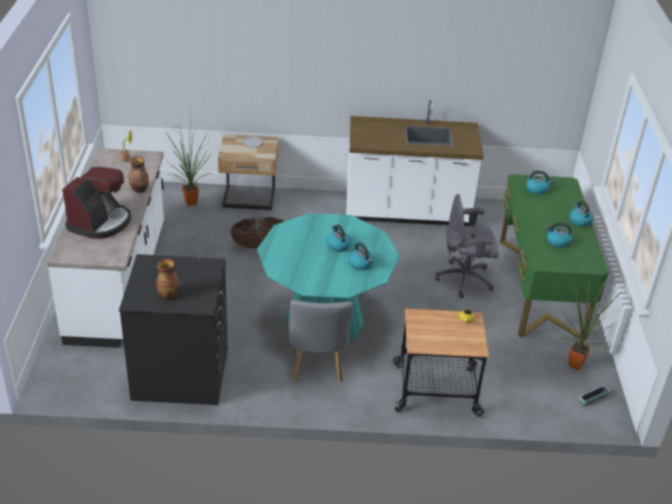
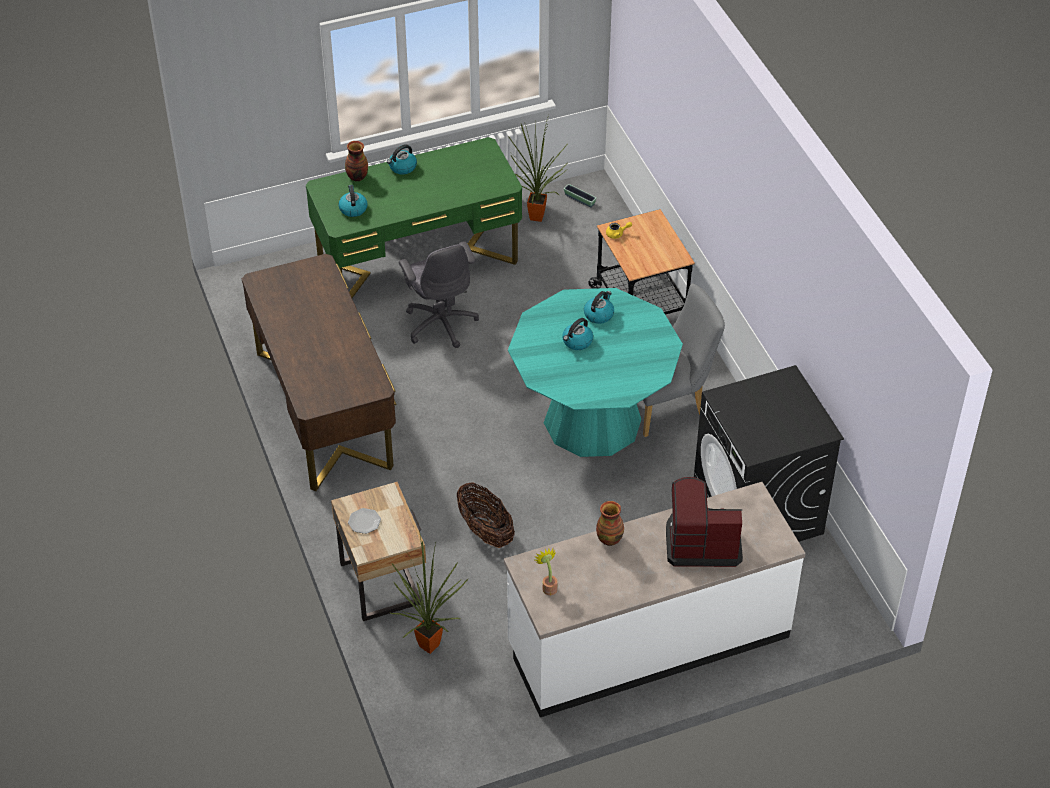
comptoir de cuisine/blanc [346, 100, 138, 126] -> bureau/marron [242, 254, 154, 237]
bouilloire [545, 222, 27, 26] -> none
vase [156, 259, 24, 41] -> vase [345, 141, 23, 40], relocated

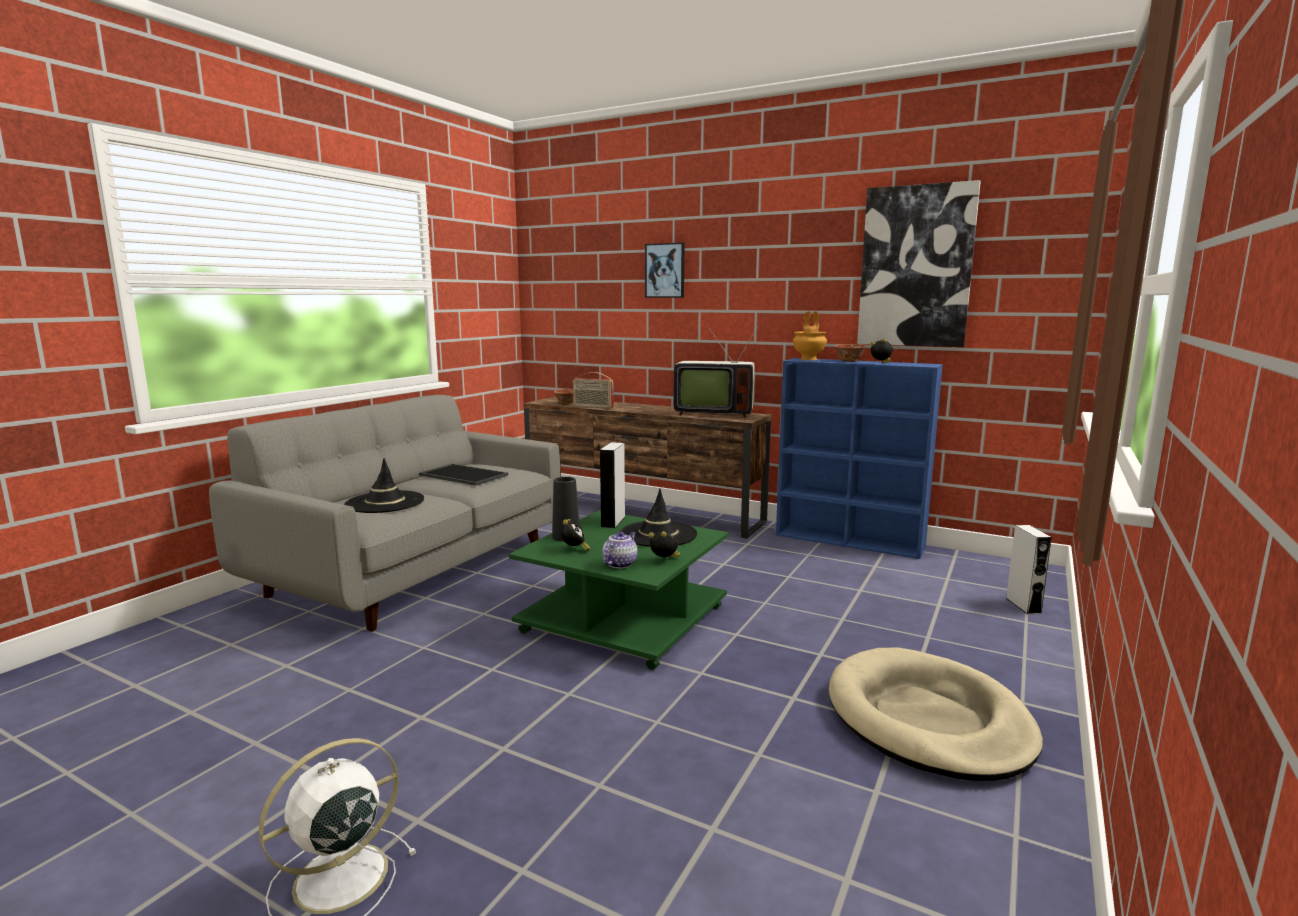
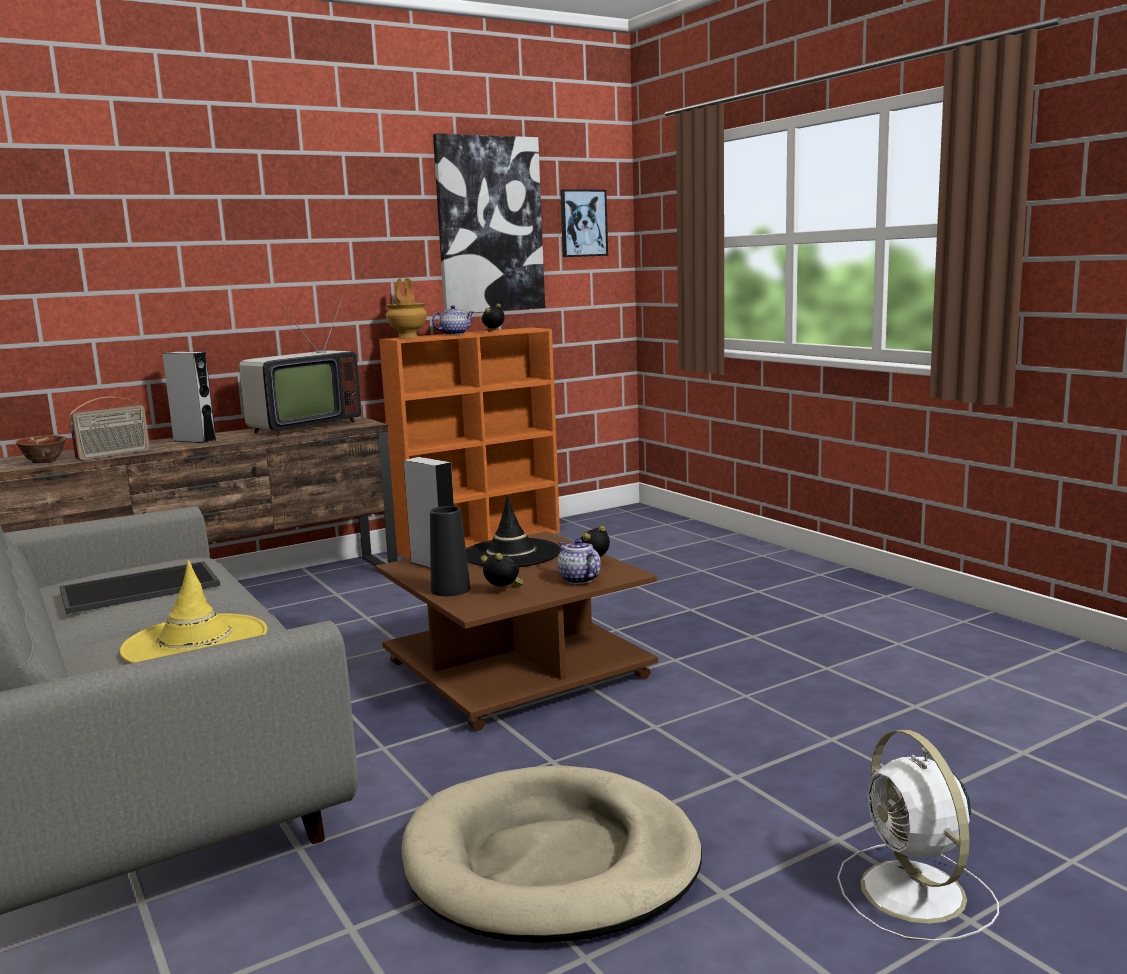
tableau [645, 242, 40, 56] -> tableau [560, 189, 48, 68], relocated
bol [834, 344, 33, 18] -> théière [432, 305, 41, 30]
bibliothèque/bleu [776, 358, 167, 201] -> bibliothèque/orange [379, 327, 181, 232]
chapeau/noir [344, 458, 80, 55] -> chapeau/jaune [120, 559, 147, 104]
table basse/vert [509, 511, 220, 159] -> table basse/marron [376, 531, 282, 200]
enceinte/gris [1006, 525, 46, 89] -> enceinte/gris [162, 352, 54, 91], relocated
panier pour chien/beige [829, 647, 214, 134] -> panier pour chien/beige [401, 765, 301, 178], relocated

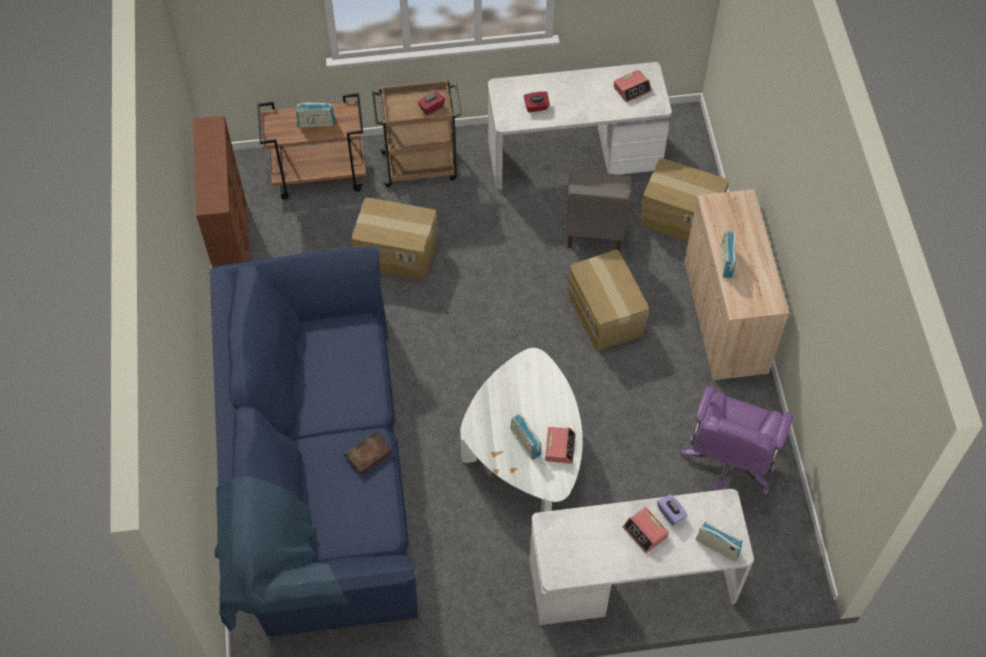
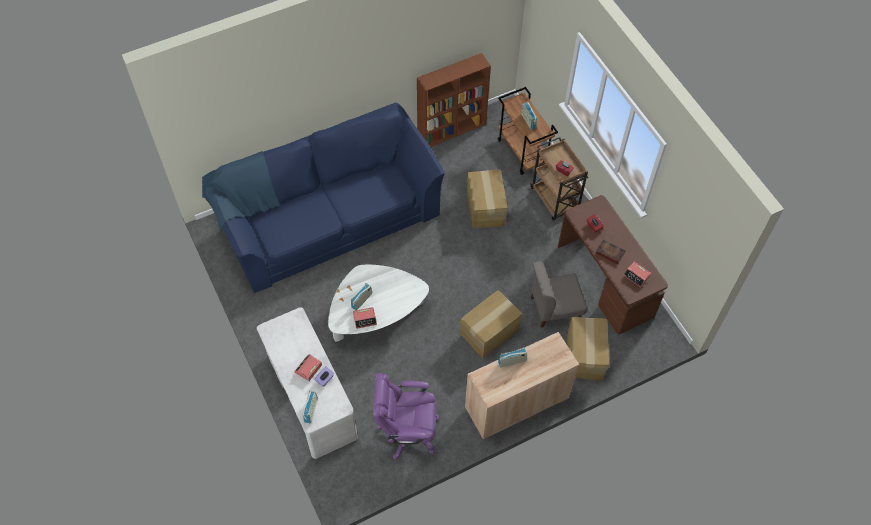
bureau/blanc [488, 62, 184, 128] -> bureau/marron [558, 195, 110, 140]
livre [344, 431, 49, 44] -> livre [596, 240, 30, 24], relocated

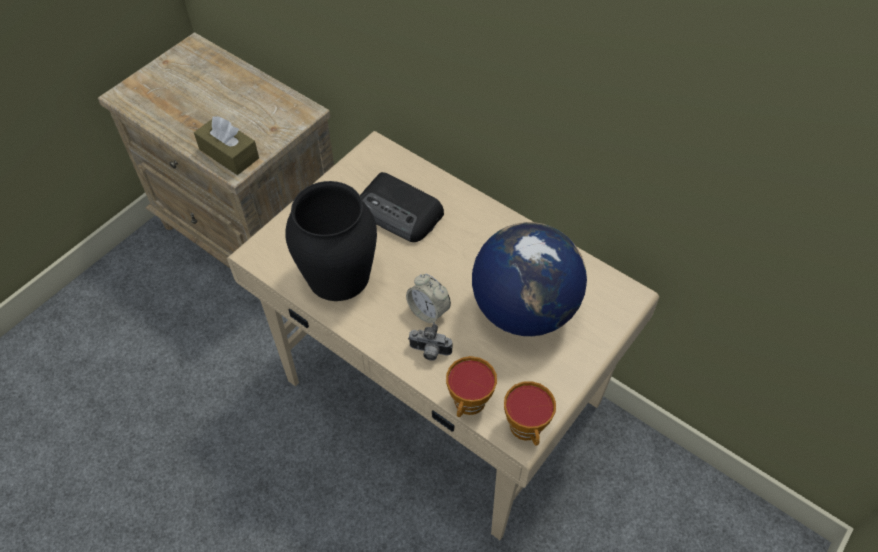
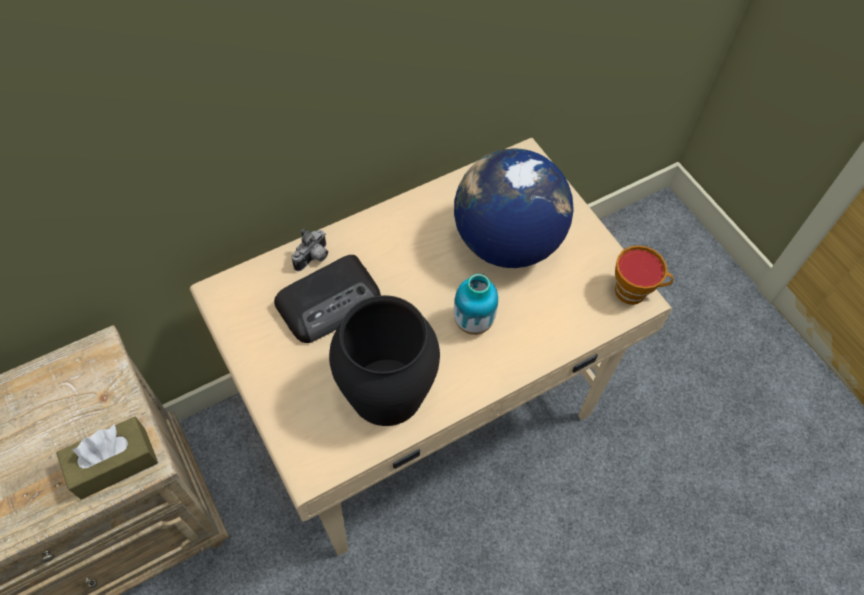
réveil [406, 274, 45, 50] -> vase [454, 274, 44, 61]
appareil photo [408, 324, 44, 37] -> appareil photo [291, 229, 37, 42], relocated
tasse [446, 356, 51, 61] -> none

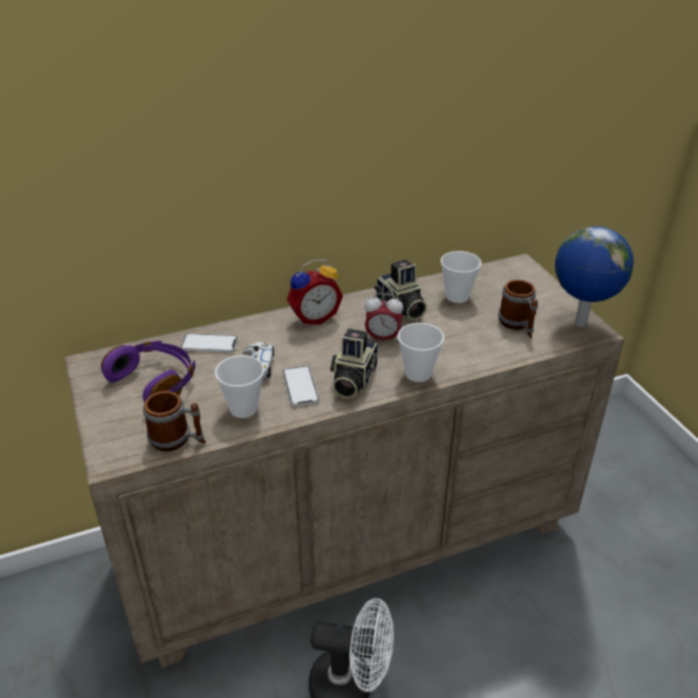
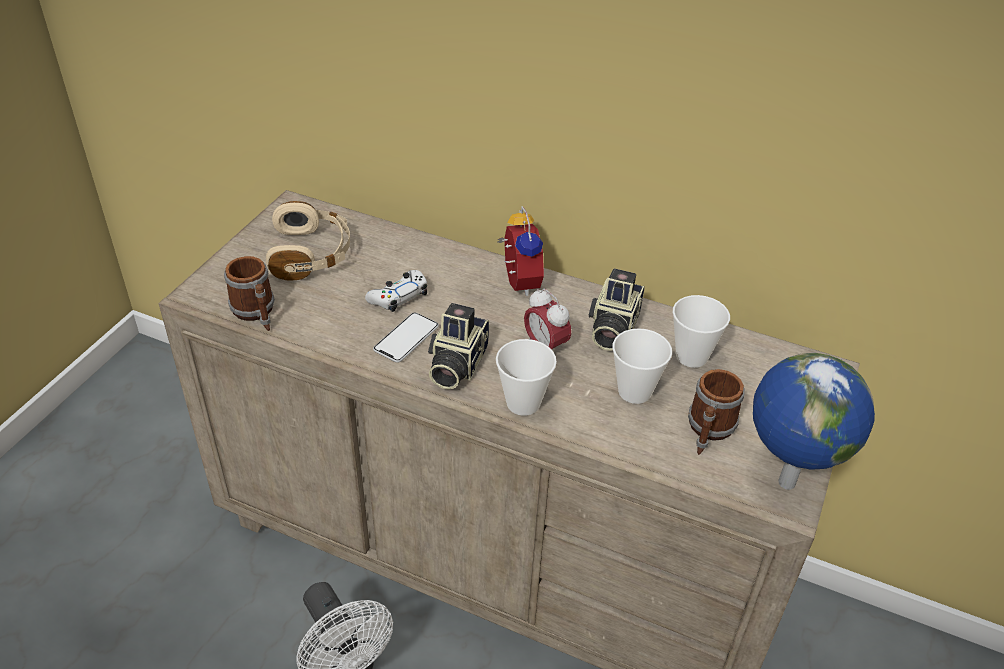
réveil [287, 259, 56, 66] -> réveil [497, 206, 47, 90], 120 degrees counterclockwise
appareil photo [330, 329, 48, 70] -> appareil photo [428, 303, 61, 86], 45 degrees counterclockwise
téléphone [180, 334, 58, 19] -> none
casque audio/violet [101, 341, 95, 62] -> casque audio/beige [266, 201, 84, 80]
tasse [215, 355, 49, 63] -> tasse [612, 328, 60, 76], relocated

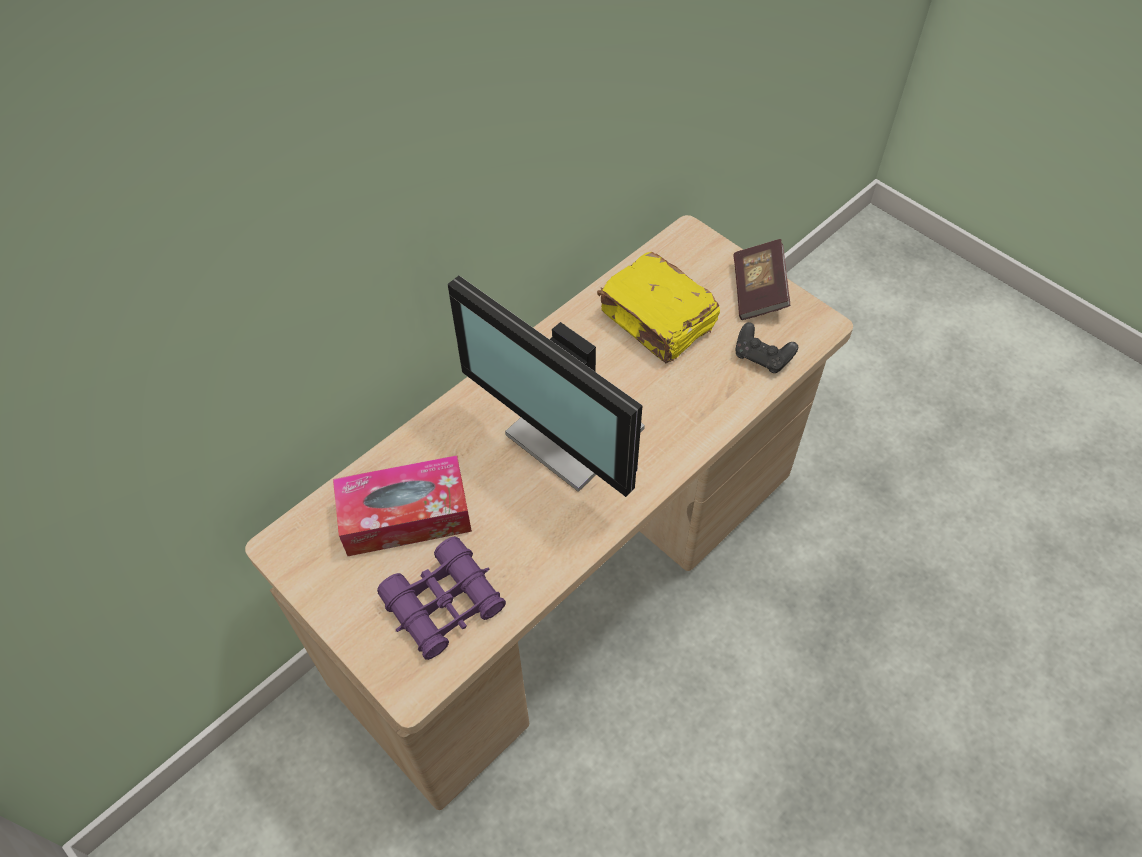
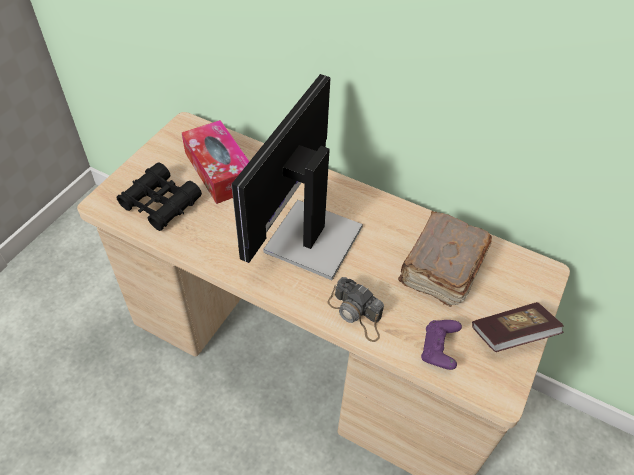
livre/jaune [597, 252, 123, 111] -> livre/marron [398, 211, 94, 96]
manette/noir [736, 322, 62, 51] -> manette/violet [421, 320, 41, 50]
jumelles/violet [377, 536, 129, 124] -> jumelles/noir [117, 162, 85, 69]
none -> appareil photo [327, 277, 57, 65]

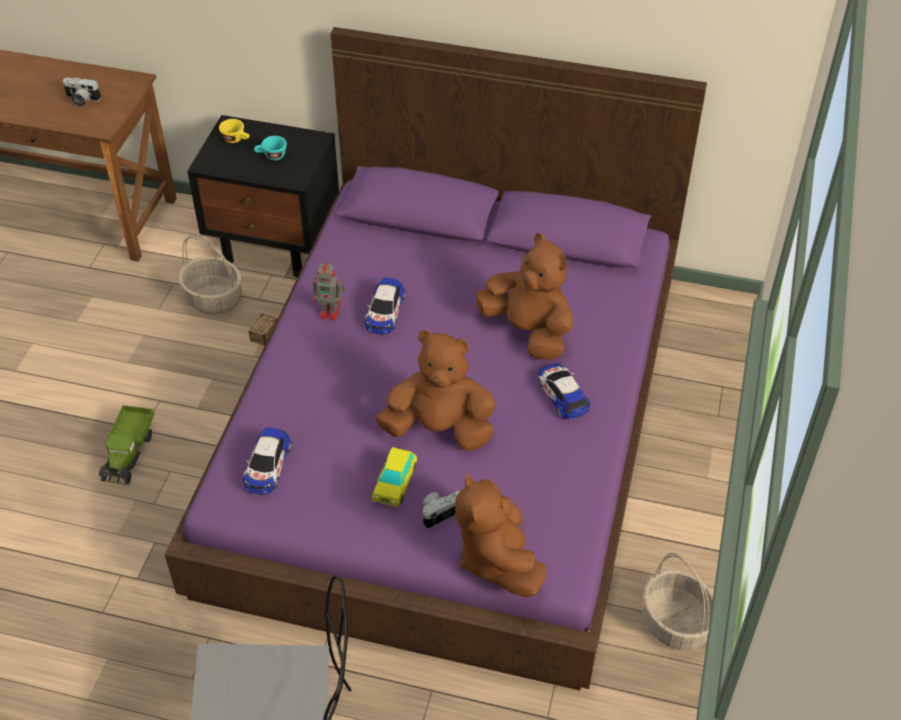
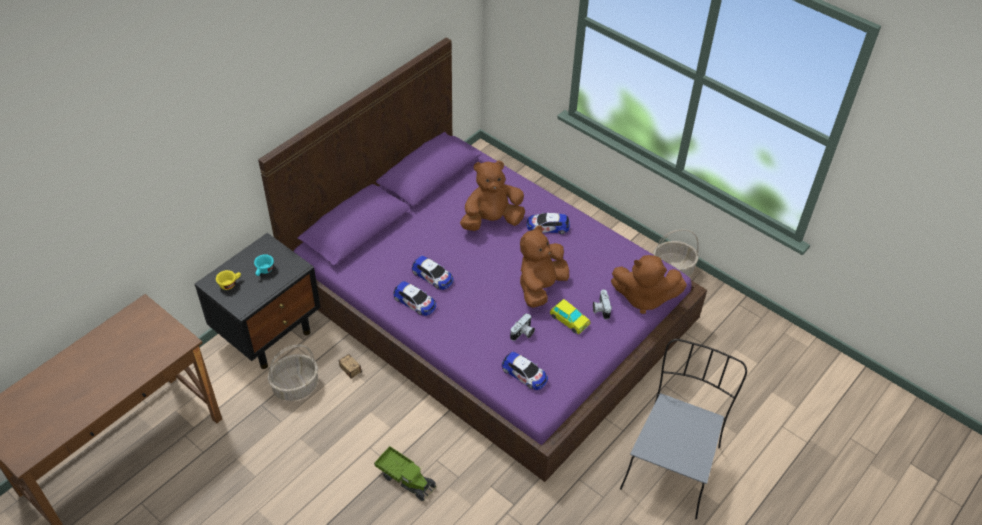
appareil photo [63, 78, 38, 29] -> appareil photo [510, 314, 25, 27], relocated
robot jouet [312, 261, 33, 60] -> petite voiture [393, 281, 43, 35]

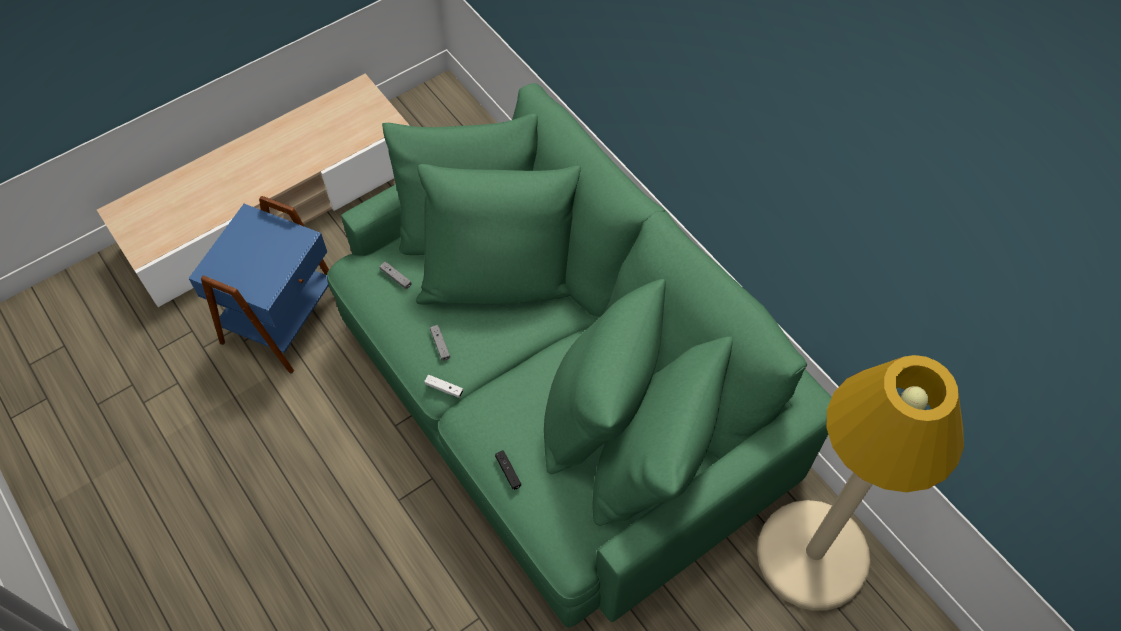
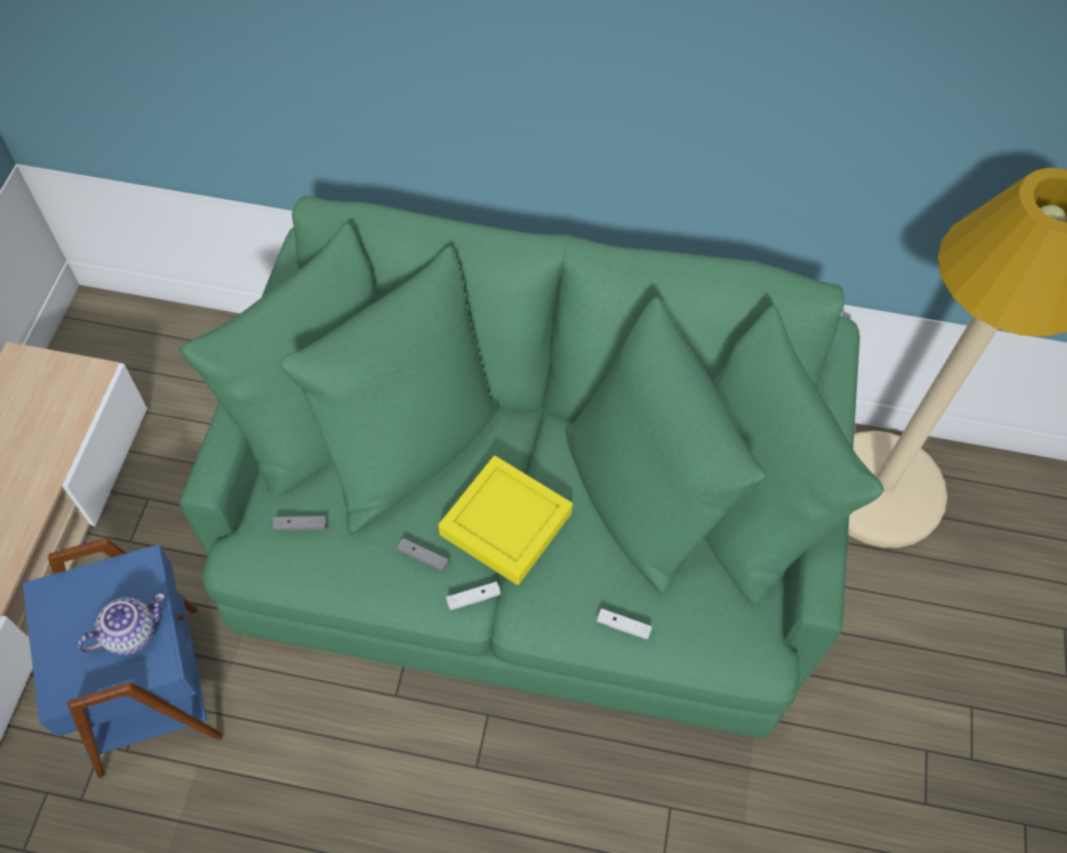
manette/noir [495, 450, 26, 40] -> manette/blanc [597, 608, 55, 32]
none -> plateau/jaune [438, 456, 135, 129]
none -> théière [77, 594, 88, 61]

